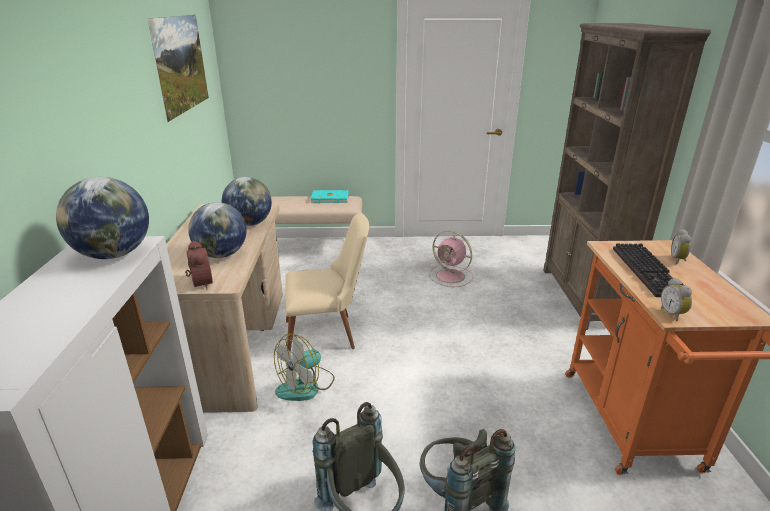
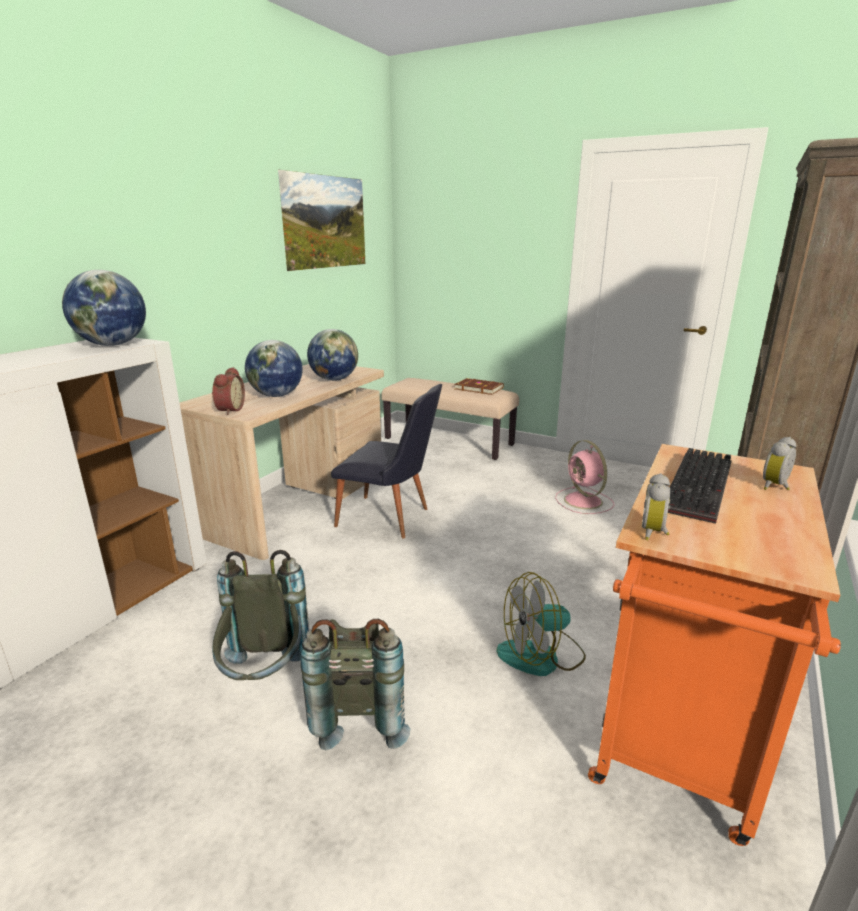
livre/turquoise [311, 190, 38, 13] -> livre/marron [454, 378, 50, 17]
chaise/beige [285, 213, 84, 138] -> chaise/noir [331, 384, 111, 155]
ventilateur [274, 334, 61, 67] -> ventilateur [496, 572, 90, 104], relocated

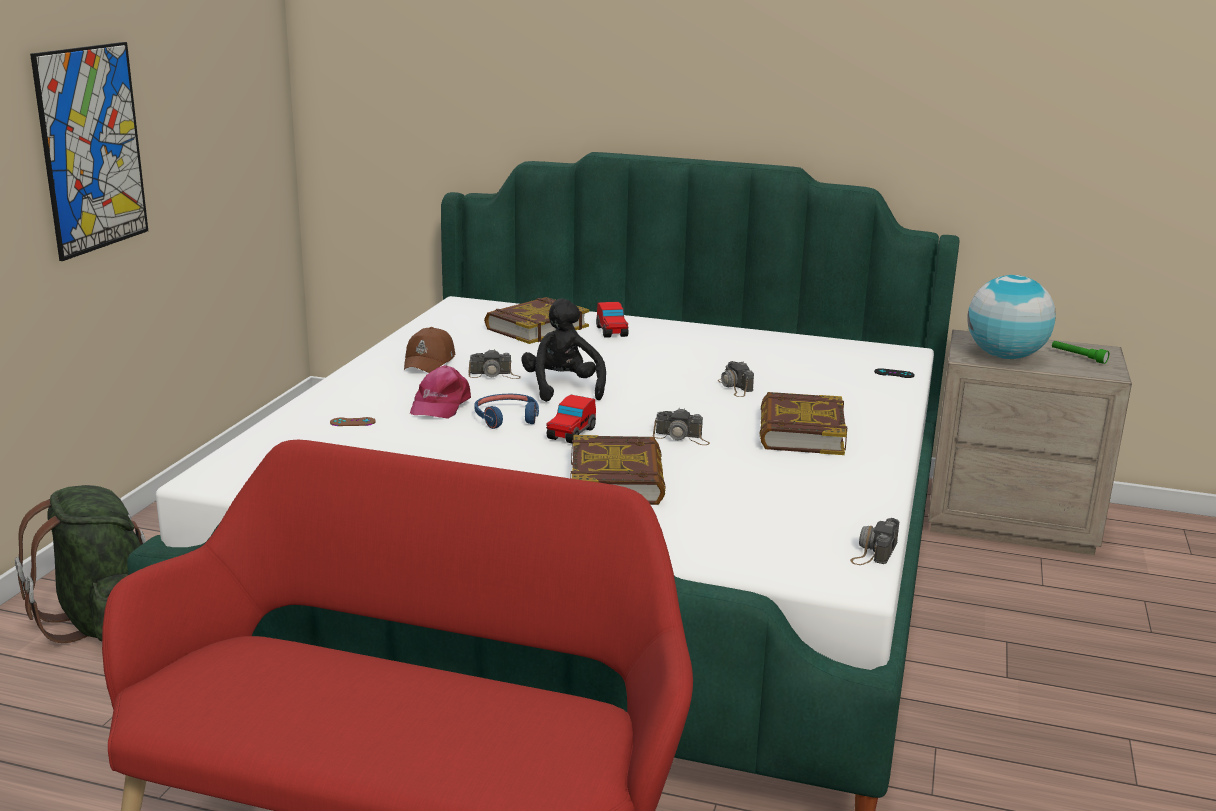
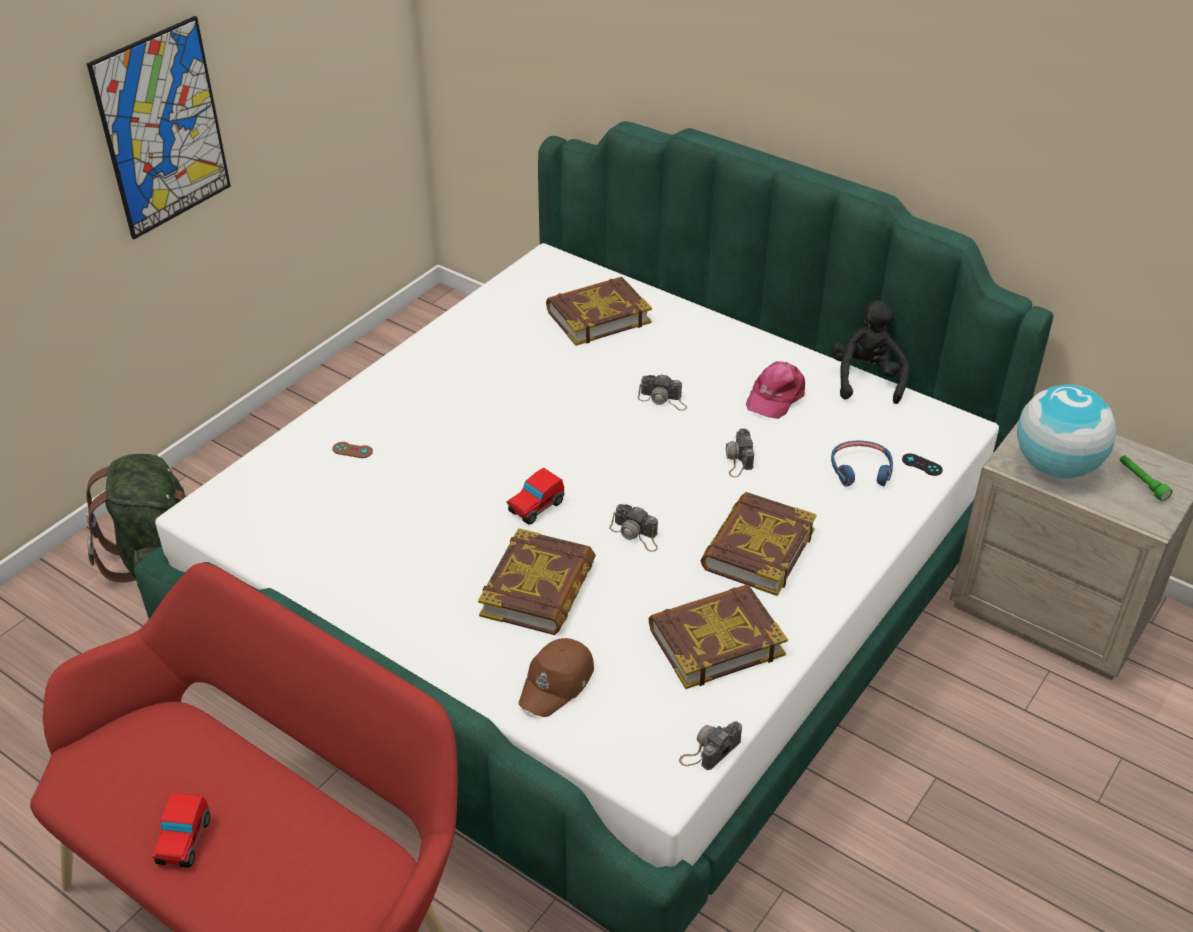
peluche/noir [521, 298, 85, 104] -> peluche/noir [831, 300, 78, 104], relocated
petite voiture [596, 302, 32, 36] -> petite voiture [152, 793, 58, 75], relocated
casquette/marron [404, 327, 51, 46] -> casquette/marron [519, 638, 75, 79], relocated
appareil photo [469, 349, 52, 30] -> appareil photo [638, 374, 49, 37], relocated
casquette/rose [410, 365, 61, 54] -> casquette/rose [746, 361, 59, 58], relocated
casque audio/bleu [474, 394, 65, 35] -> casque audio/bleu [831, 441, 62, 46], relocated
none -> livre [648, 584, 140, 105]

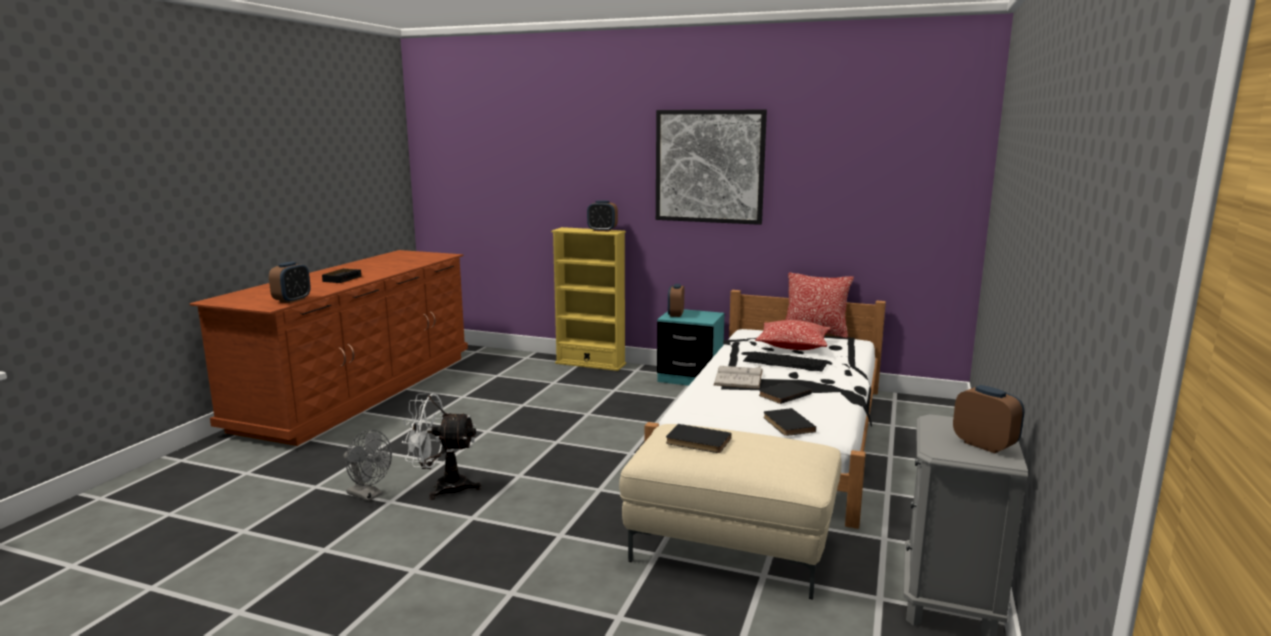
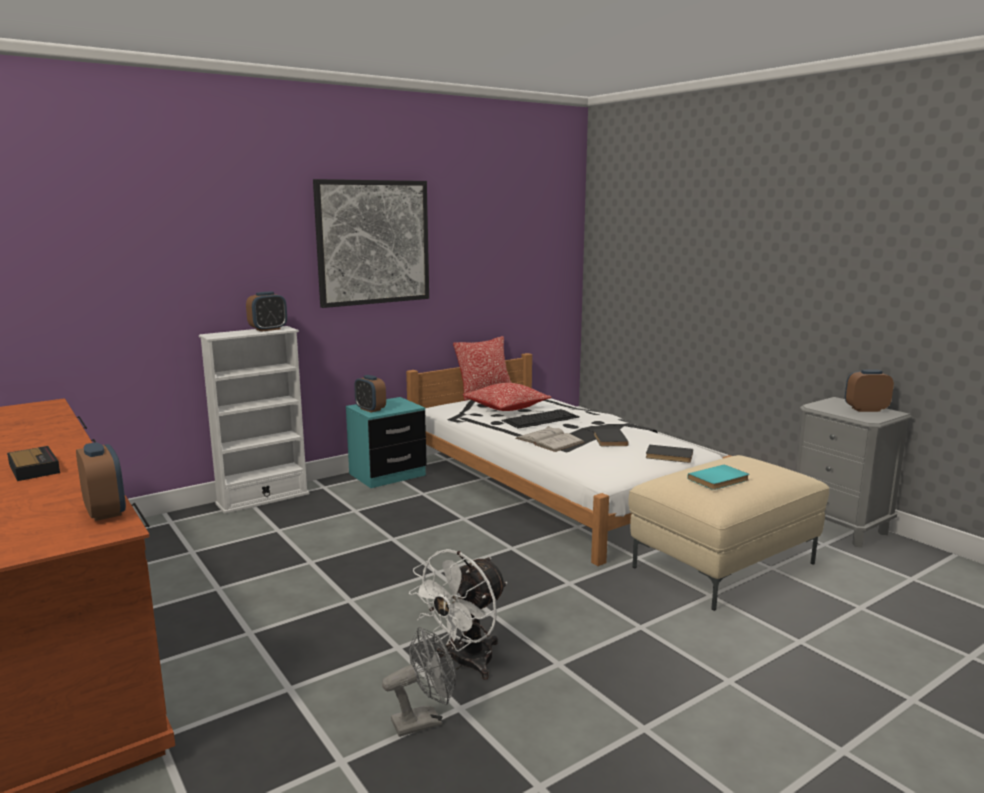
bibliothèque/jaune [551, 227, 75, 144] -> bibliothèque/blanc [199, 326, 110, 188]
livre/noir [666, 424, 65, 29] -> livre/turquoise [688, 465, 61, 25]

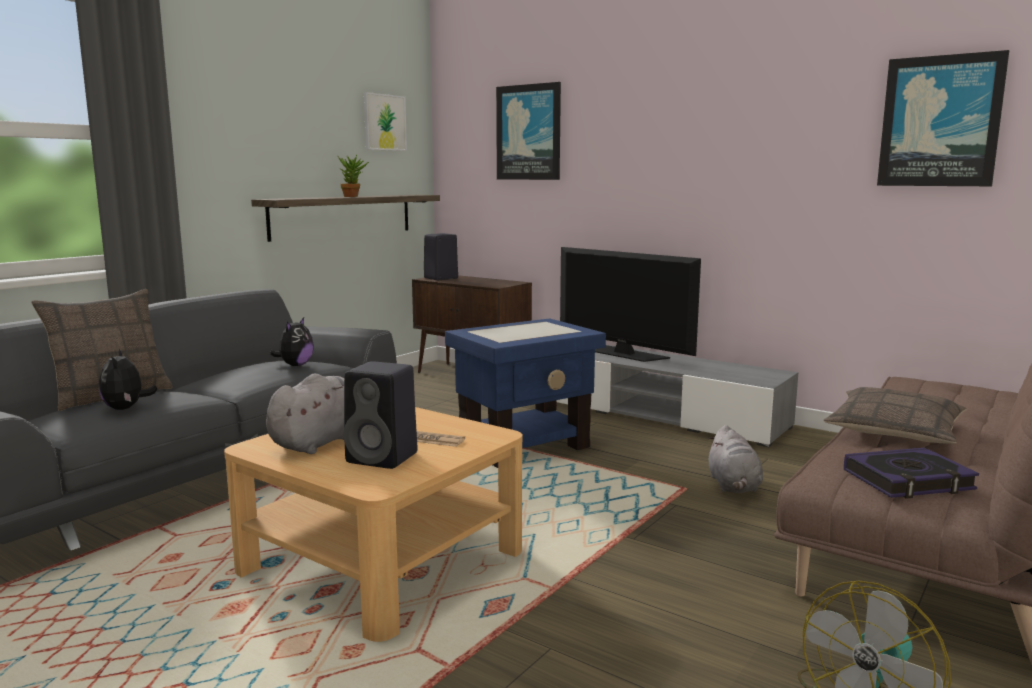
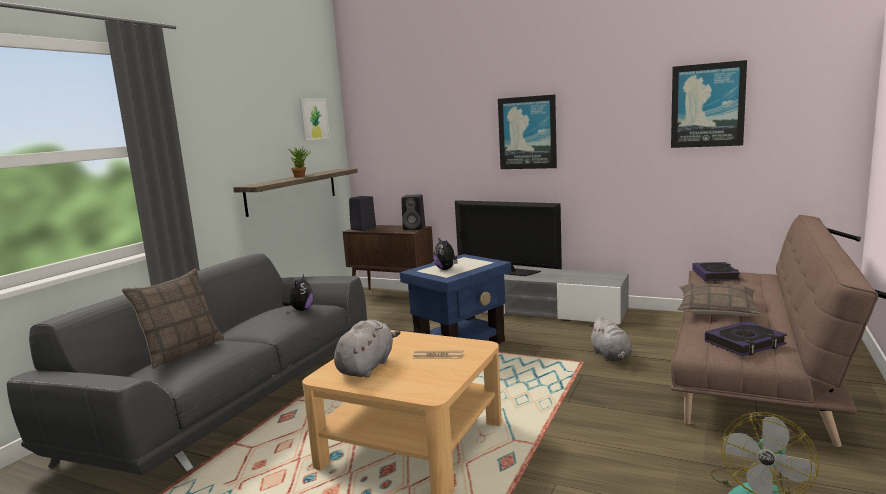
tableau [496, 82, 65, 98] -> tableau [498, 94, 59, 75], relocated
peluche [99, 349, 58, 61] -> peluche [433, 237, 25, 33], relocated
enceinte/noir [344, 361, 74, 108] -> enceinte/noir [401, 194, 24, 36], relocated
none -> livre [692, 262, 48, 19]

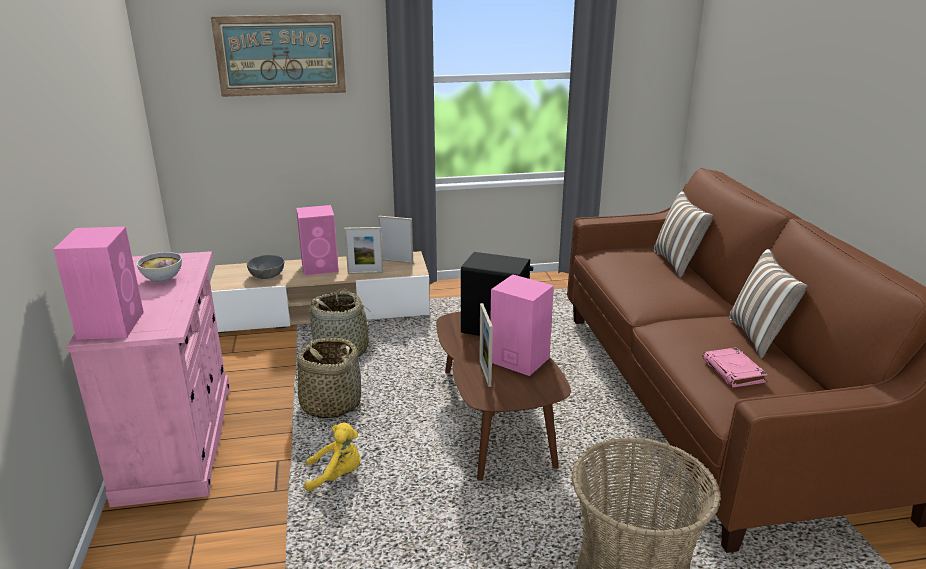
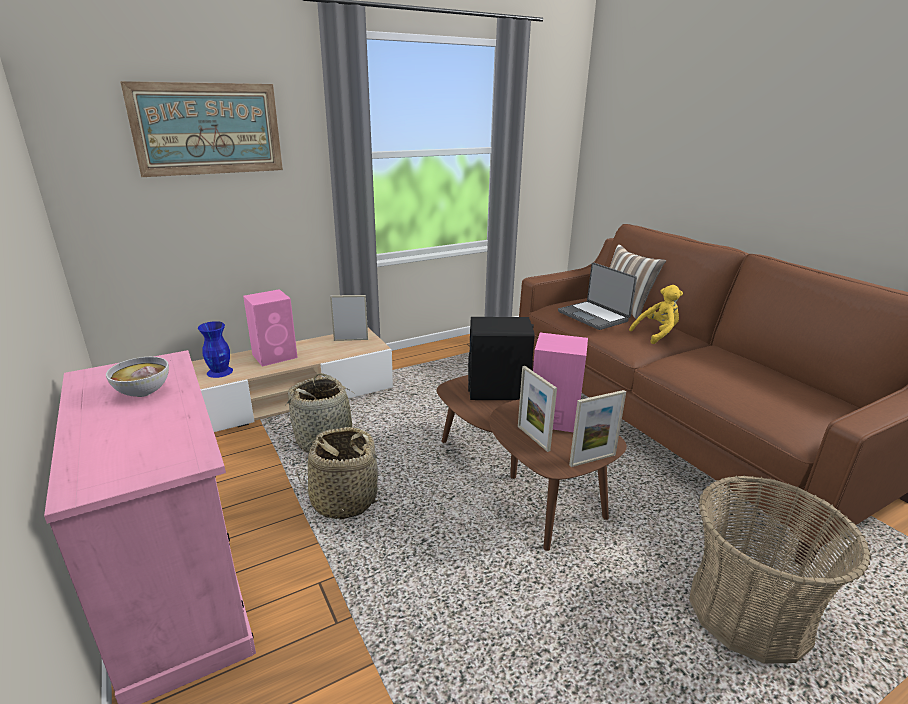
enceinte/rose [53, 227, 91, 113] -> none
cadre photo [344, 227, 39, 47] -> cadre photo [569, 390, 57, 77], relocated
coussin [729, 249, 79, 110] -> none
bol/gris [247, 255, 37, 24] -> vase/bleu [198, 321, 35, 57]
livre/rose [703, 347, 64, 40] -> none
peluche/jaune [305, 423, 55, 68] -> peluche/jaune [629, 285, 54, 59], relocated
none -> ordinateur portable [558, 263, 79, 67]

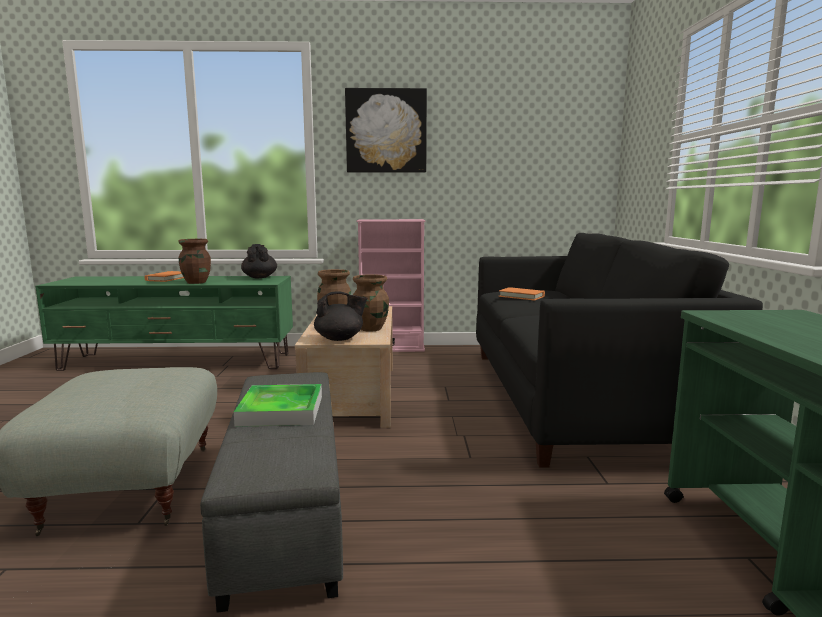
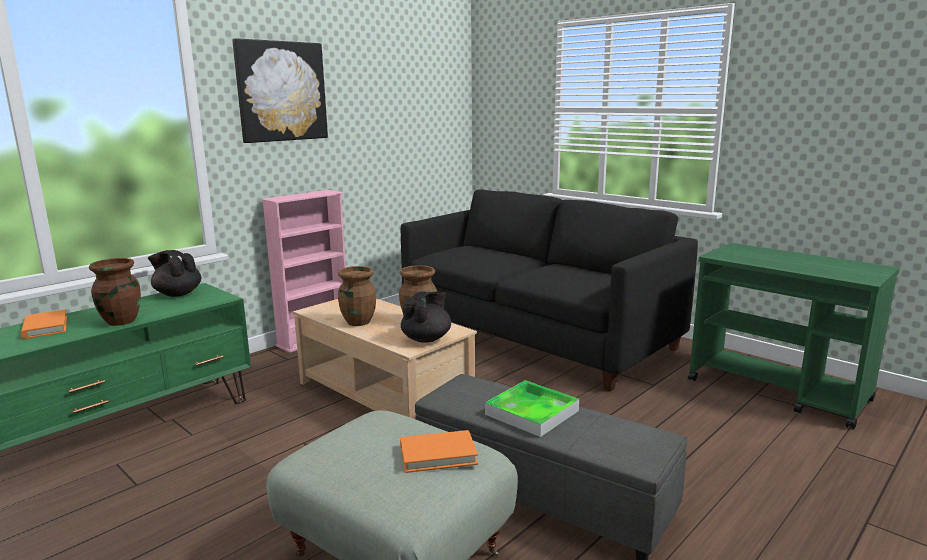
livre/orange [498, 287, 47, 14] -> livre/orange [400, 430, 78, 43], relocated

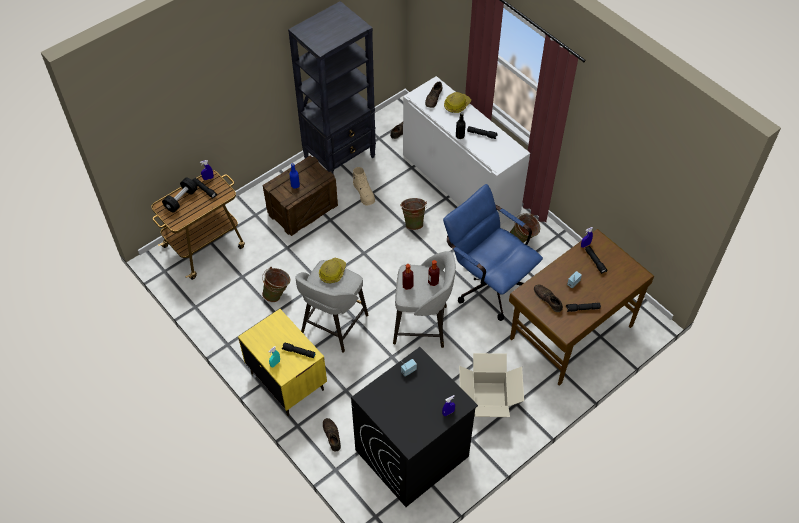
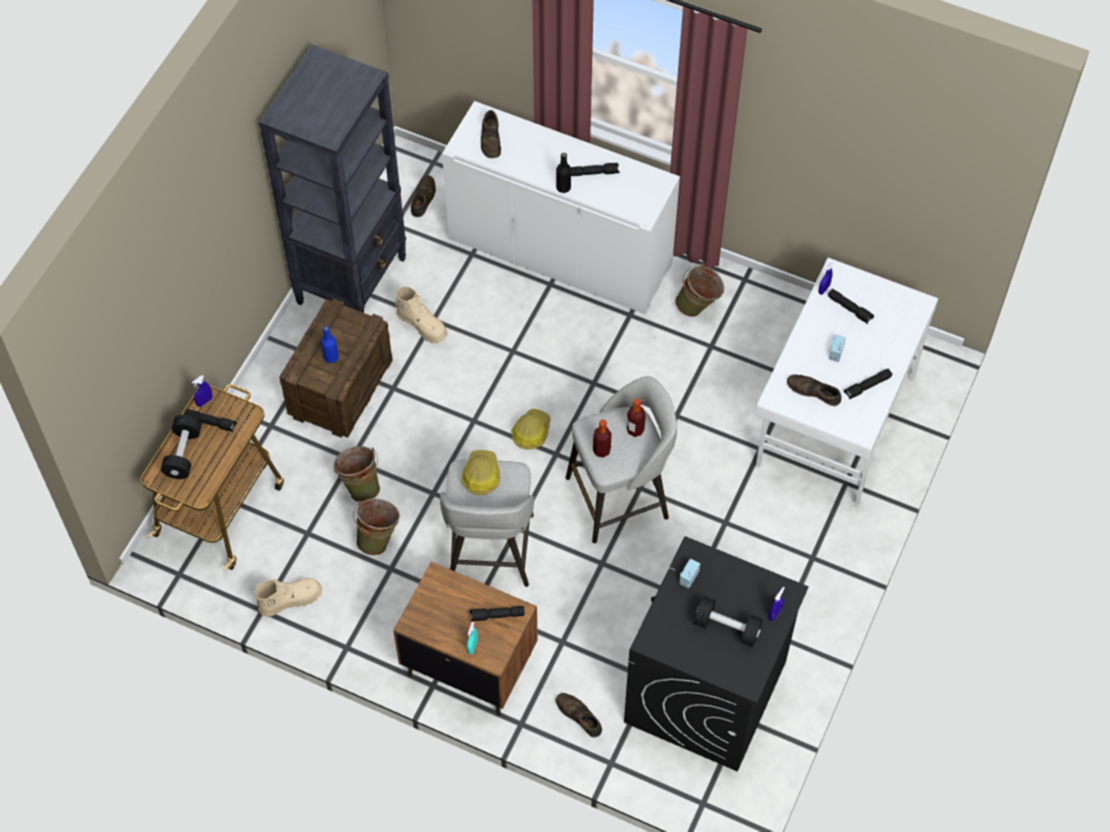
casque de chantier [444, 92, 27, 21] -> casque de chantier [511, 408, 40, 42], relocated
chaise de bureau/bleu [443, 184, 100, 137] -> none
seau/vert [400, 198, 27, 32] -> seau/vert [333, 446, 47, 56], relocated
bureau/marron [509, 229, 145, 157] -> bureau/blanc [755, 258, 183, 249]
table de chevet/jaune [238, 309, 89, 107] -> table de chevet/marron [393, 562, 145, 154]
carton [459, 353, 65, 64] -> none
none -> botte/beige [255, 578, 67, 39]
none -> haltère/noir [694, 596, 69, 51]

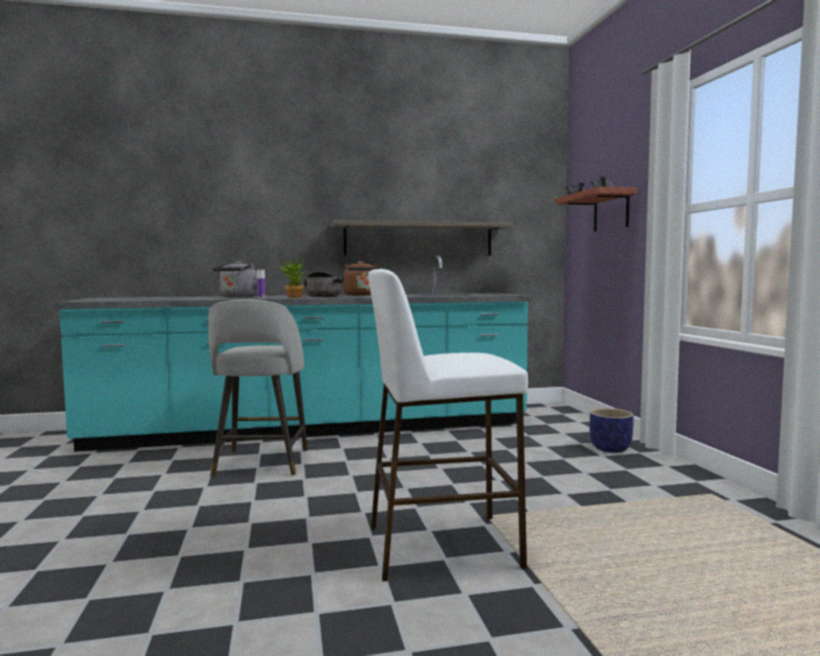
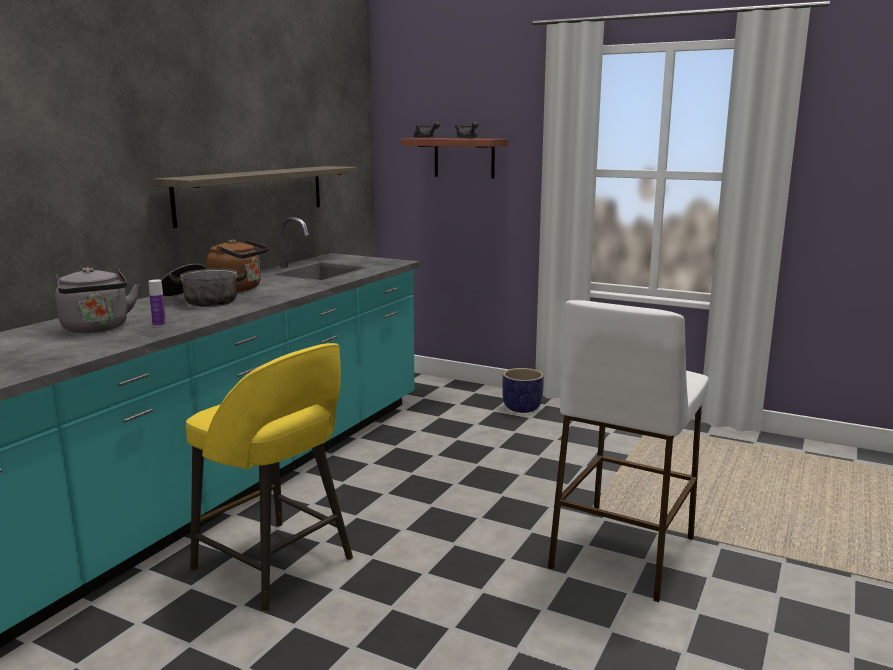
plante en pot [278, 259, 30, 39] -> none
tabouret/gris [208, 299, 100, 178] -> tabouret/jaune [186, 343, 167, 269]

